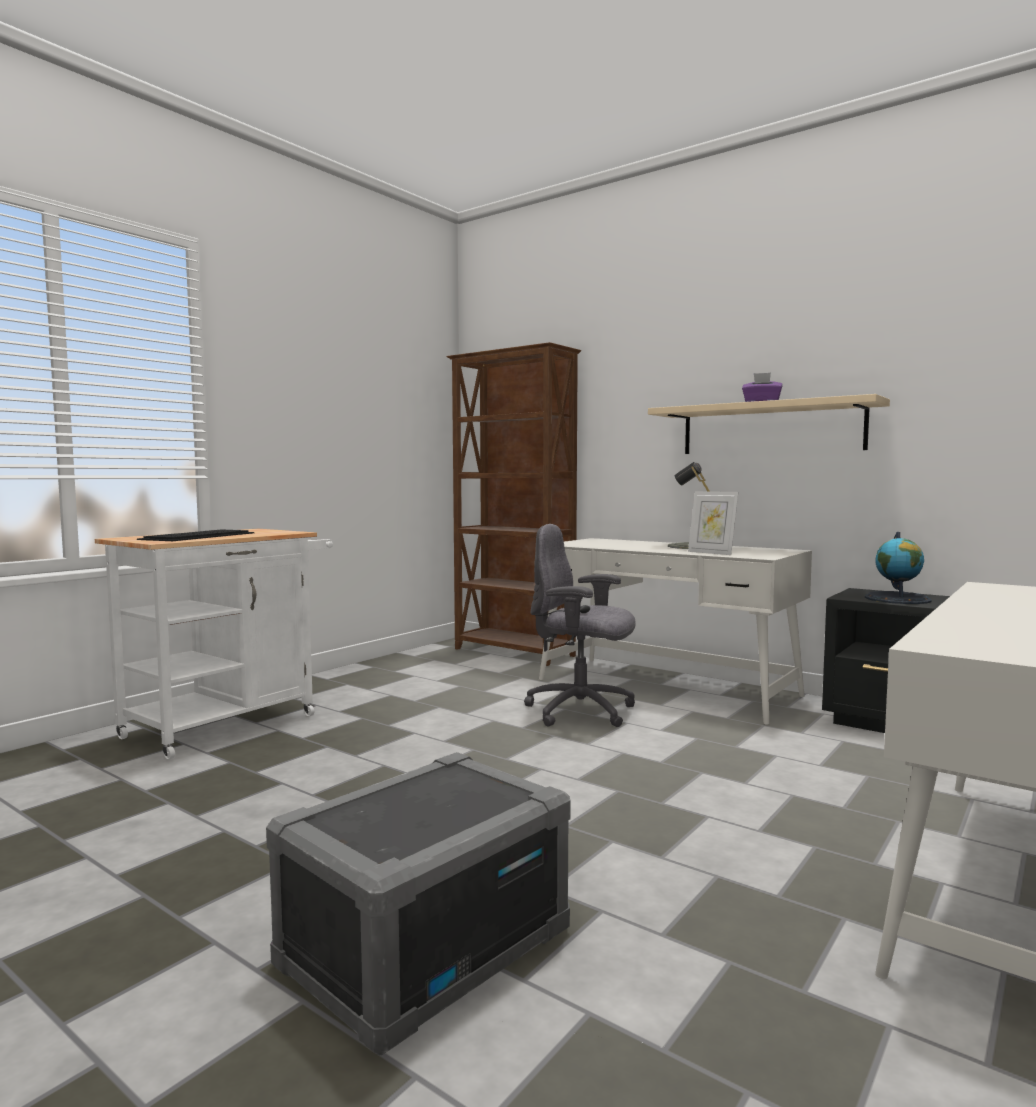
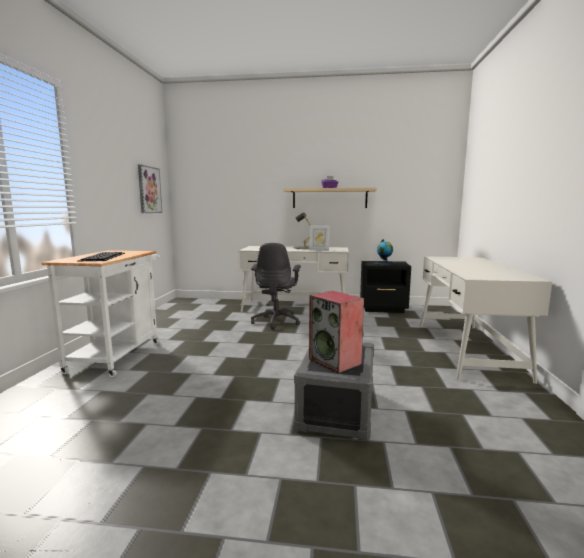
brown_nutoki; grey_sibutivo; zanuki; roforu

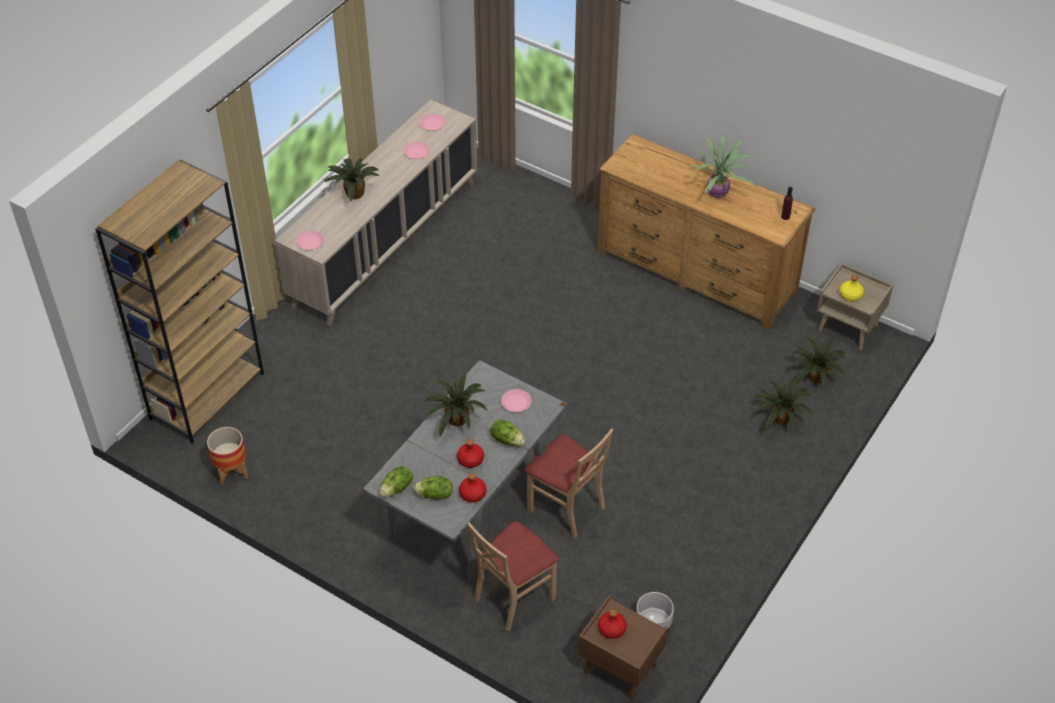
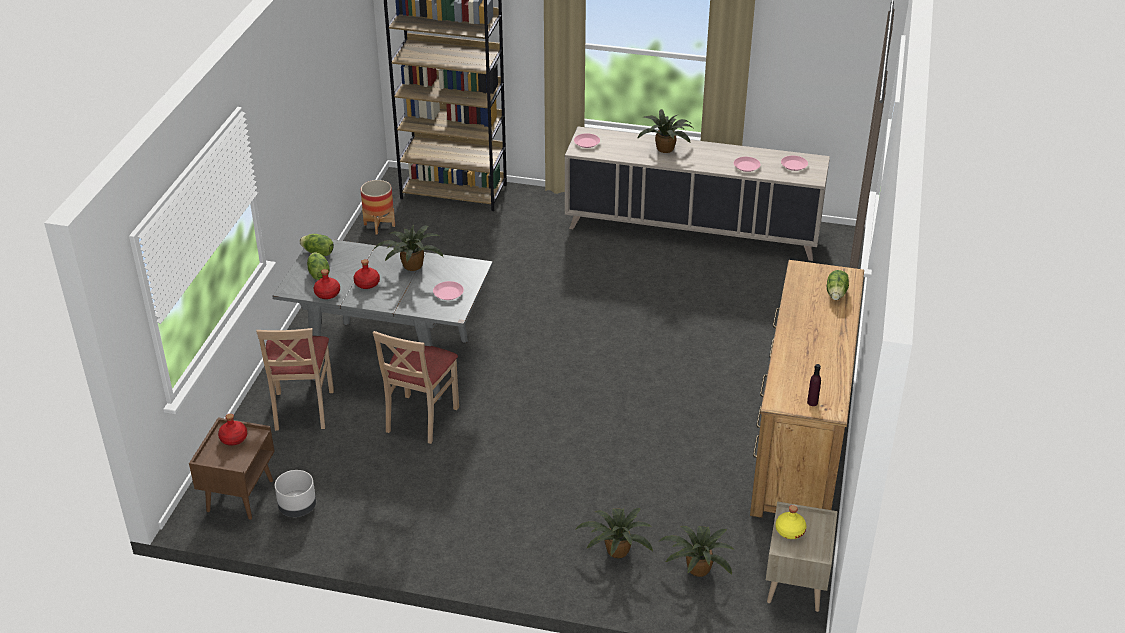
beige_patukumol (no. 1 from left); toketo (no. 3 from left); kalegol (no. 3 from left in the first image)

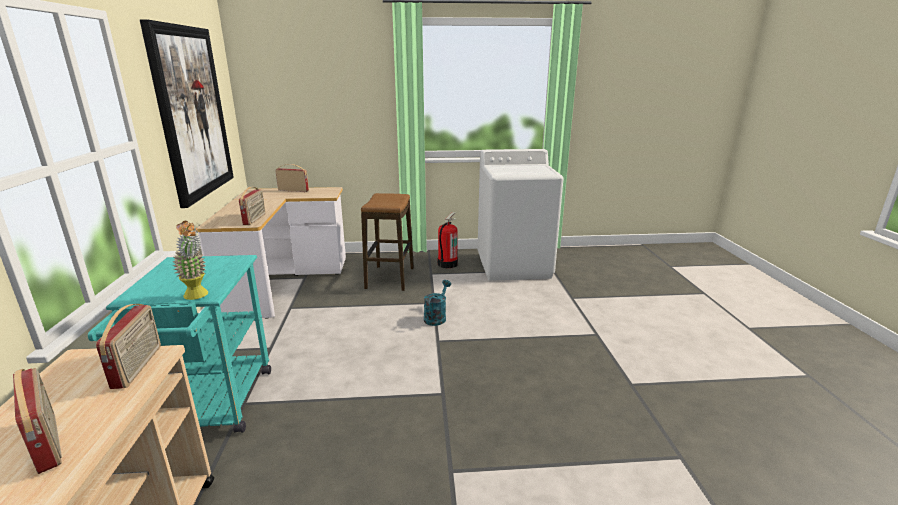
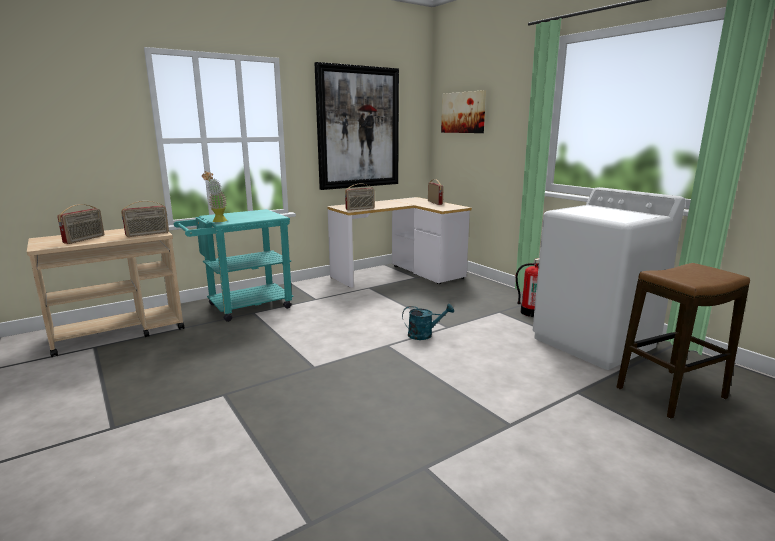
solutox; zanuki (no. 2 from left)

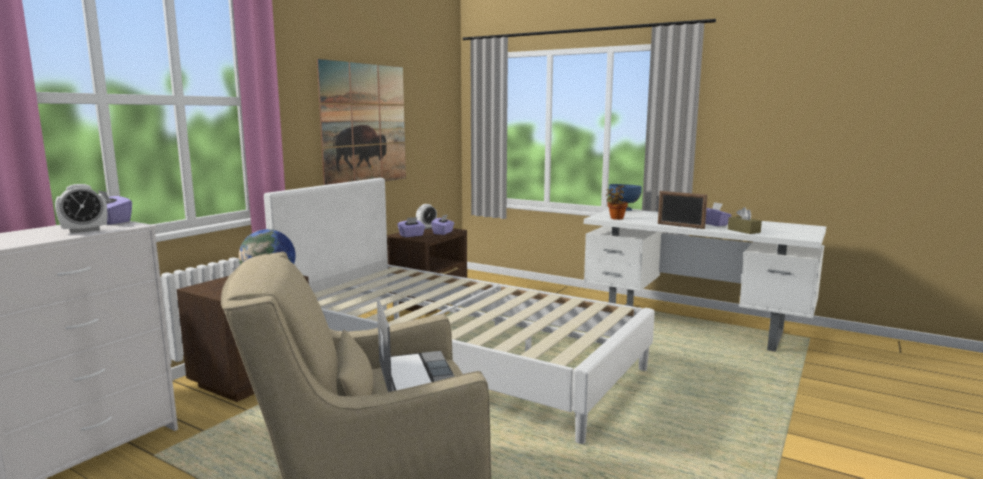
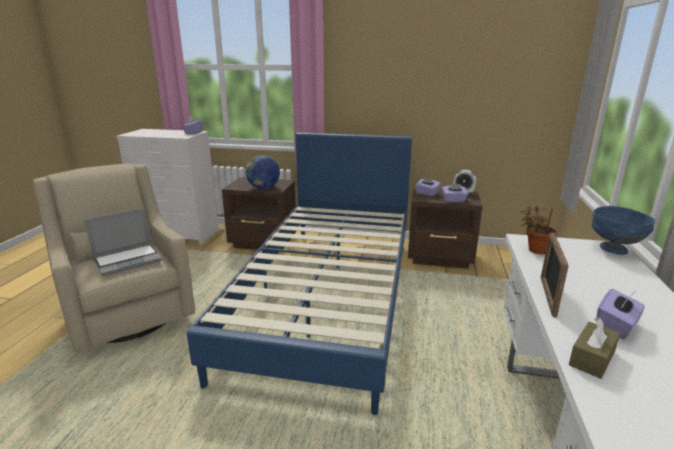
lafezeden (no. 1 from left in the first image); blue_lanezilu; zanuki

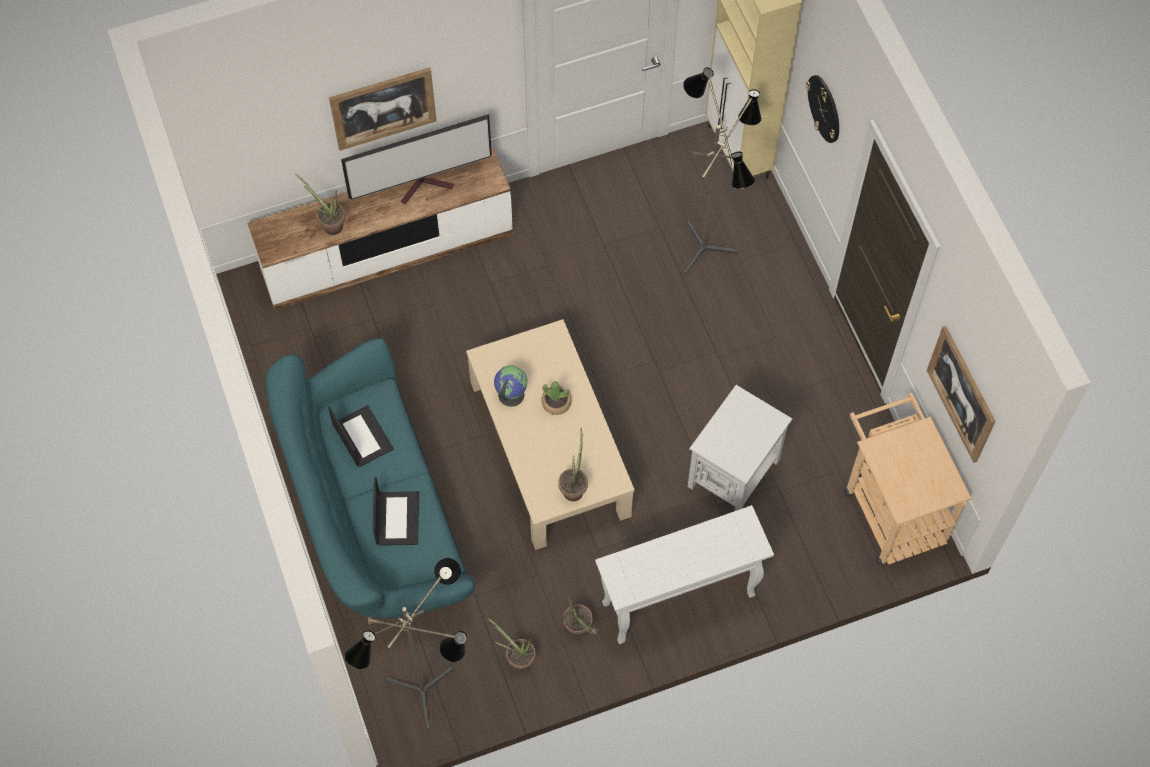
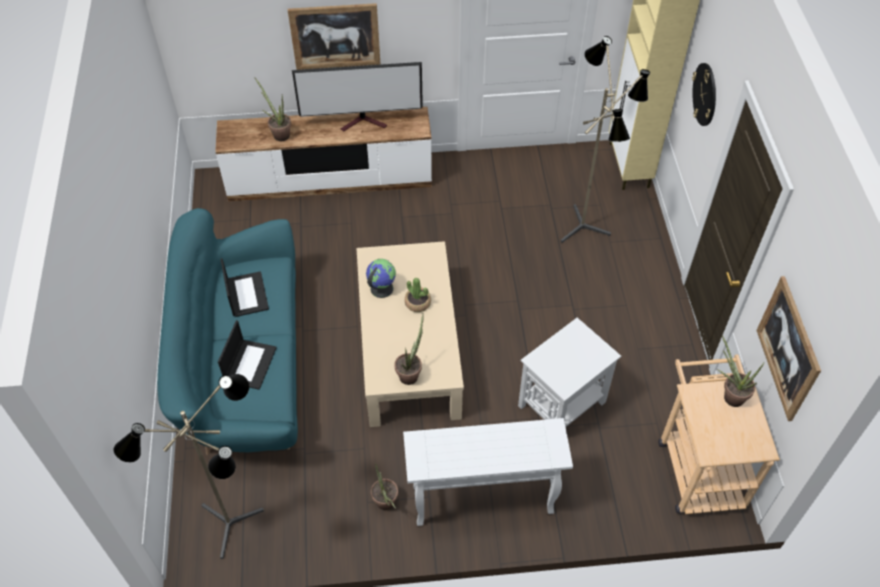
kalegol (no. 5 from left)

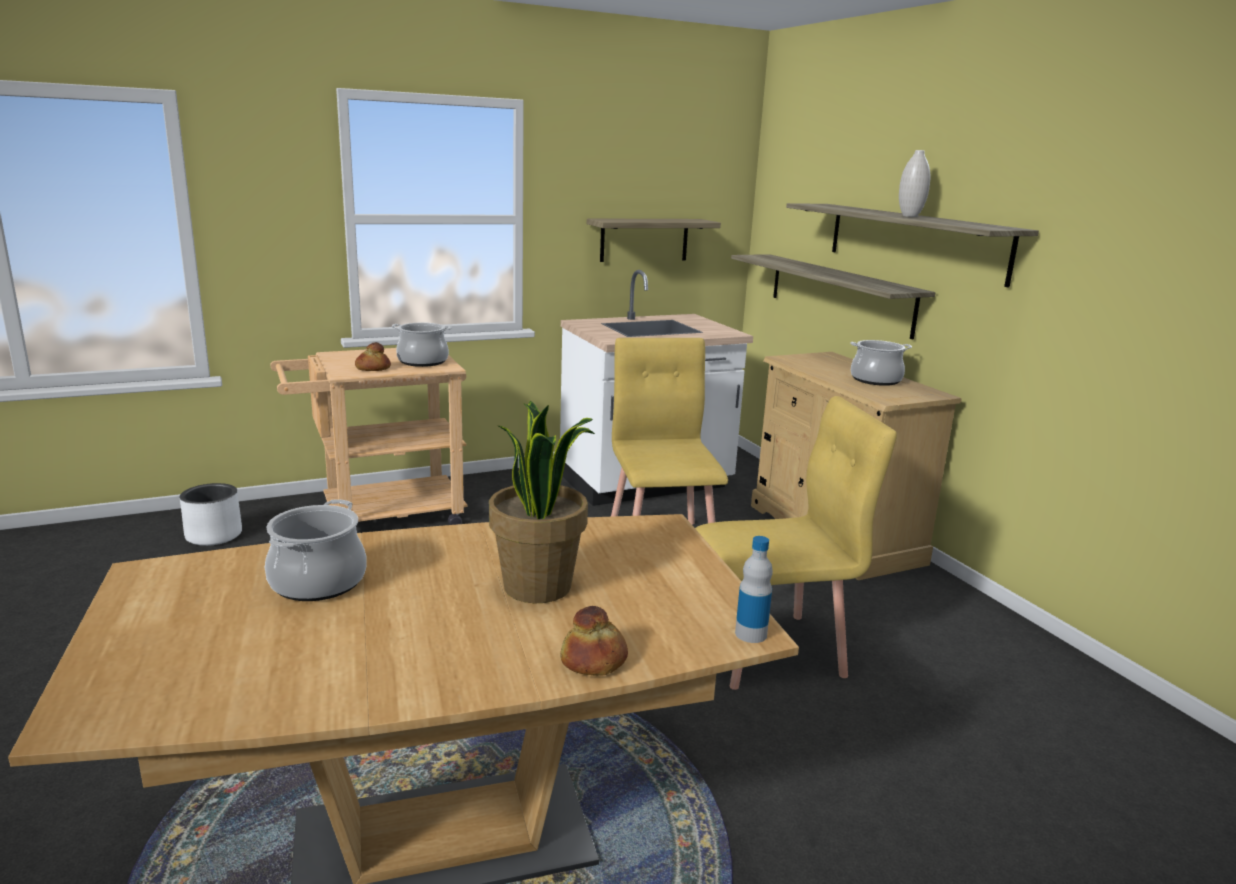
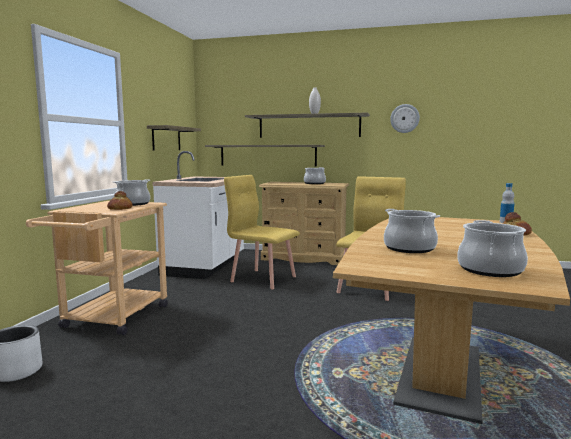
kalegol; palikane; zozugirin (no. 4 from left)

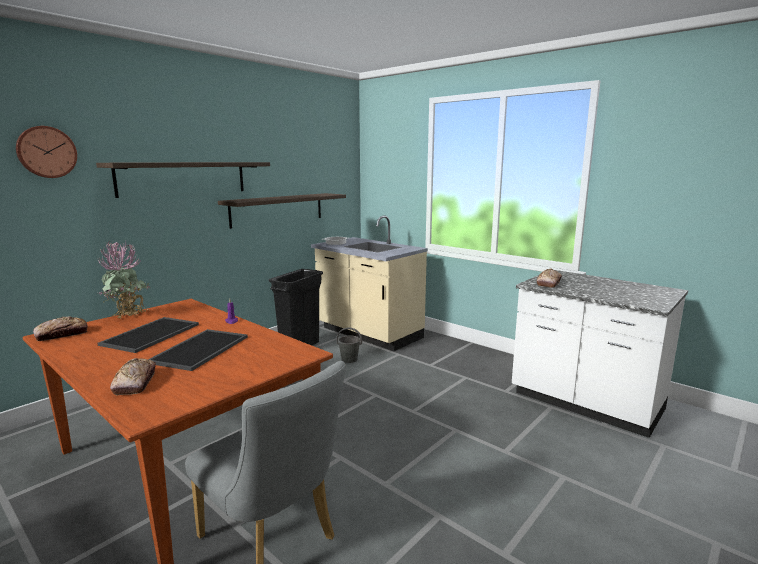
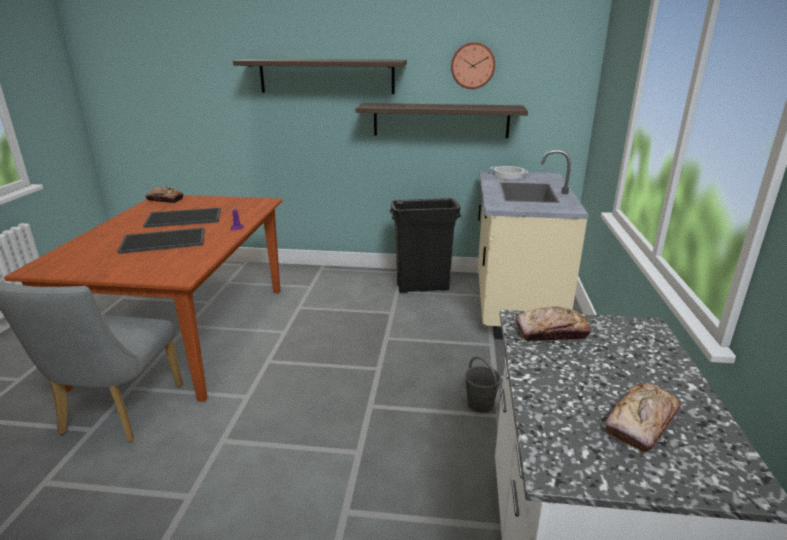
palikane; kalegol; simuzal (no. 3 from left); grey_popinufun

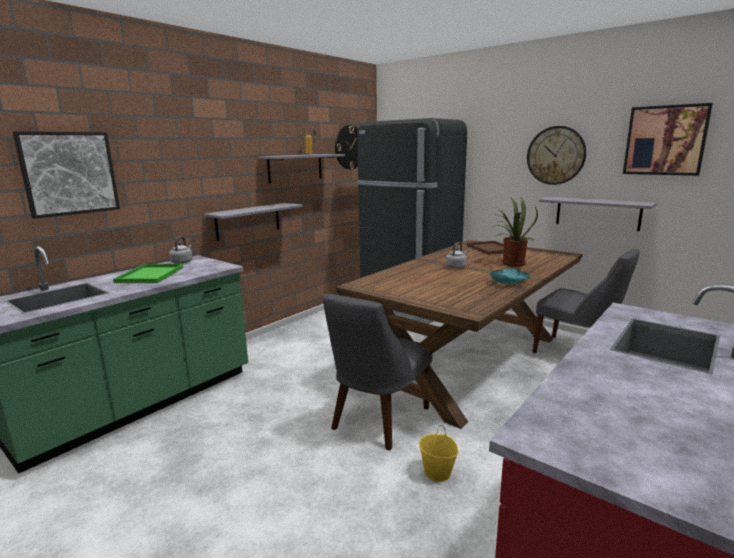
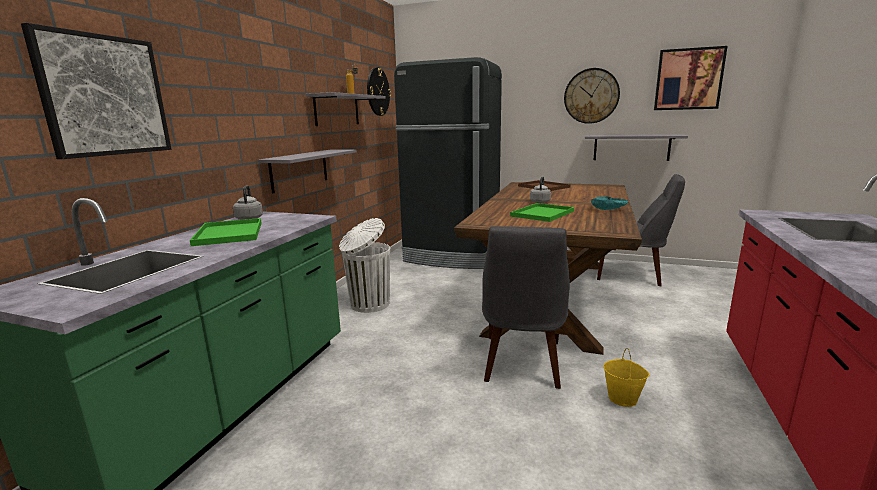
kalegol; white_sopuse; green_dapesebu (no. 2 from left)

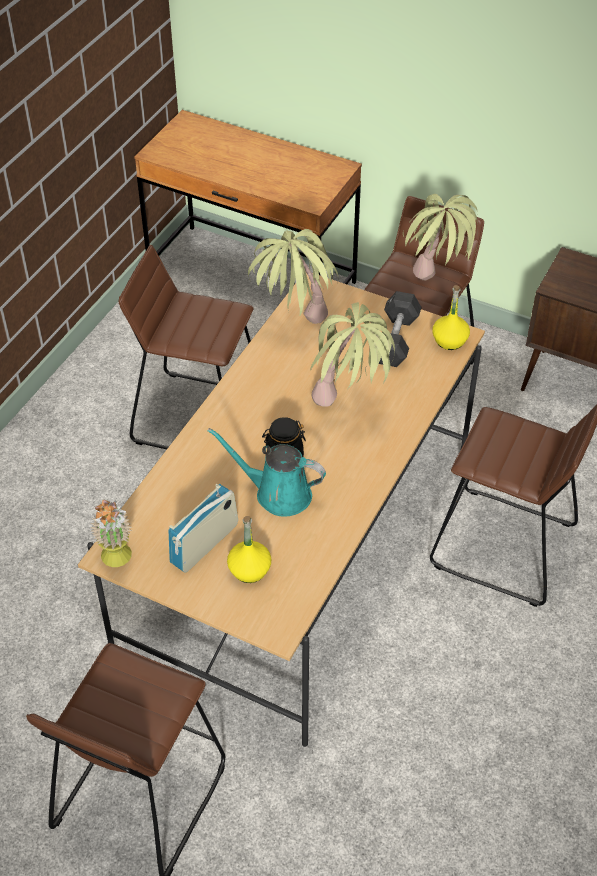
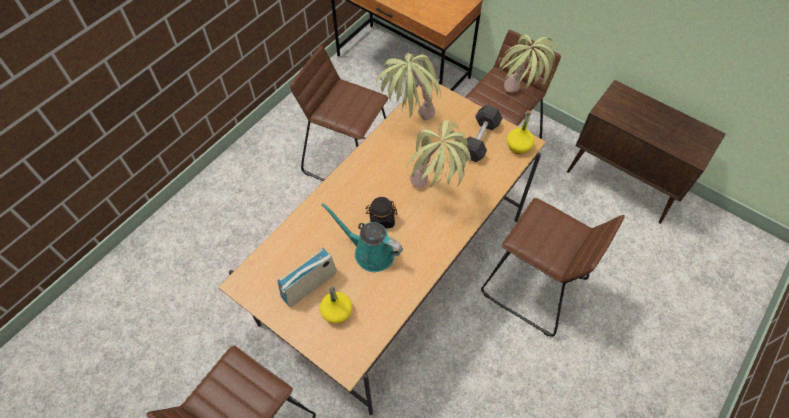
kalegol (no. 1 from left in the first image)

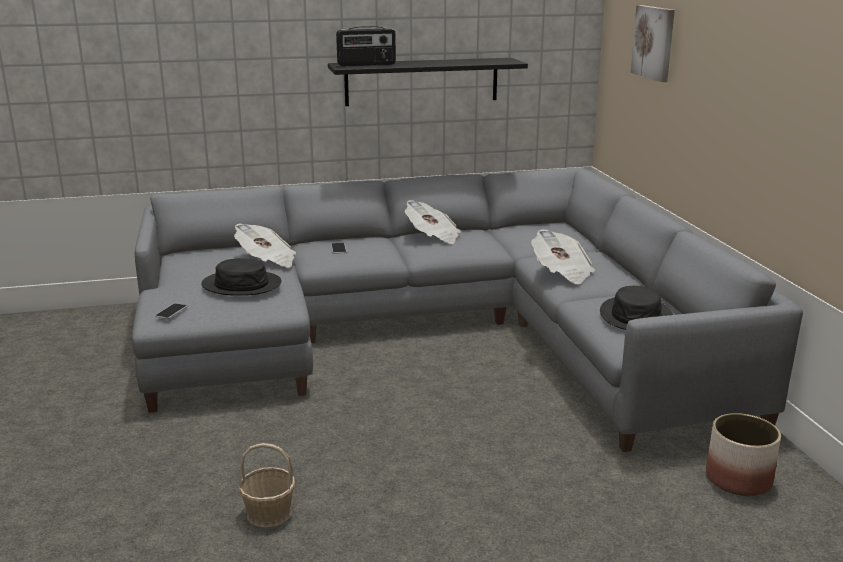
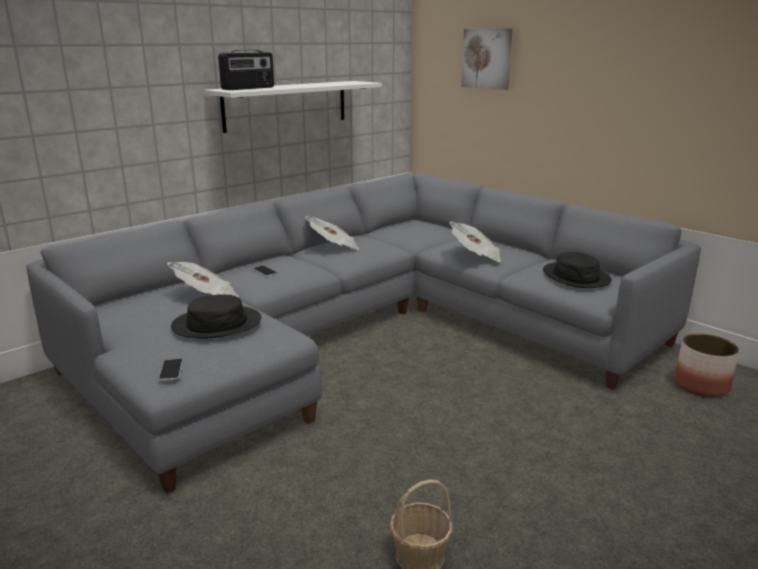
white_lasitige

